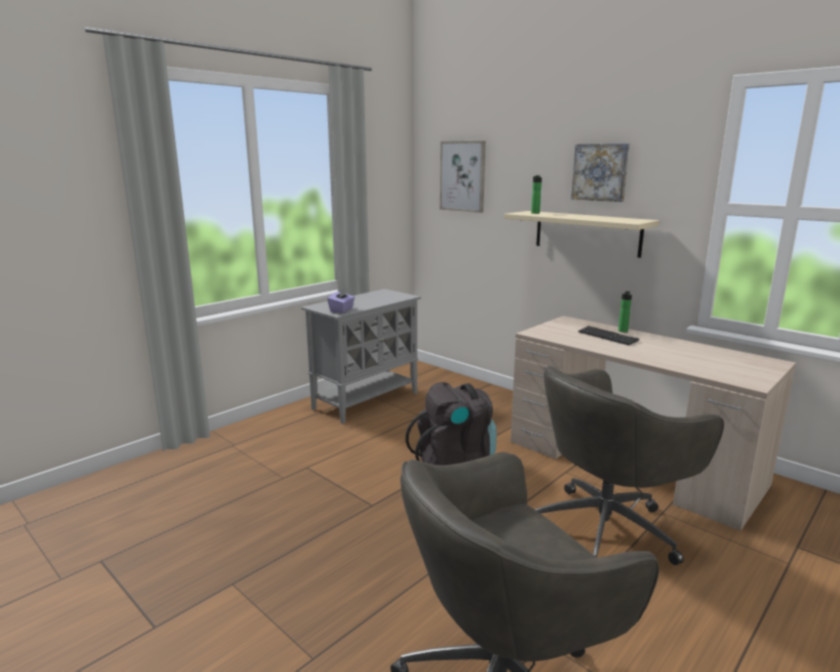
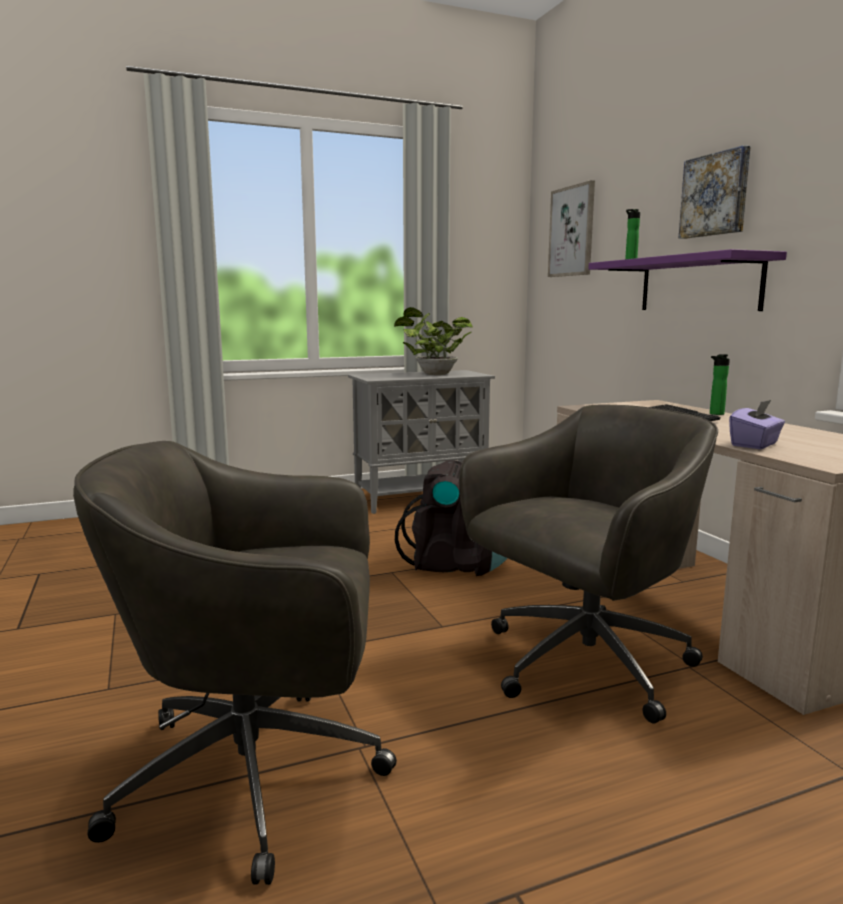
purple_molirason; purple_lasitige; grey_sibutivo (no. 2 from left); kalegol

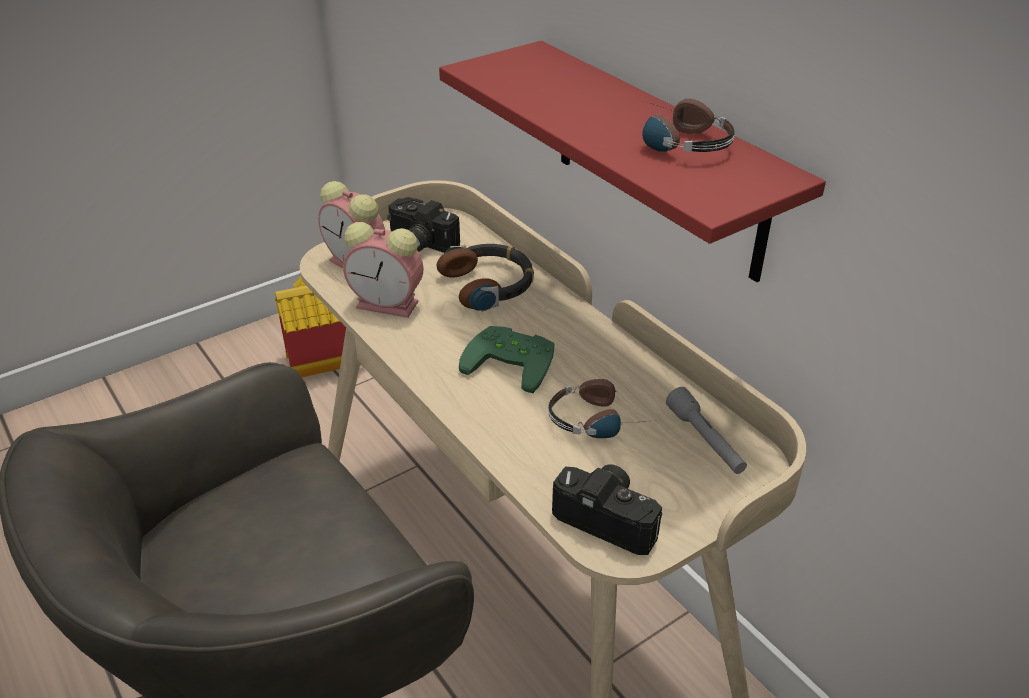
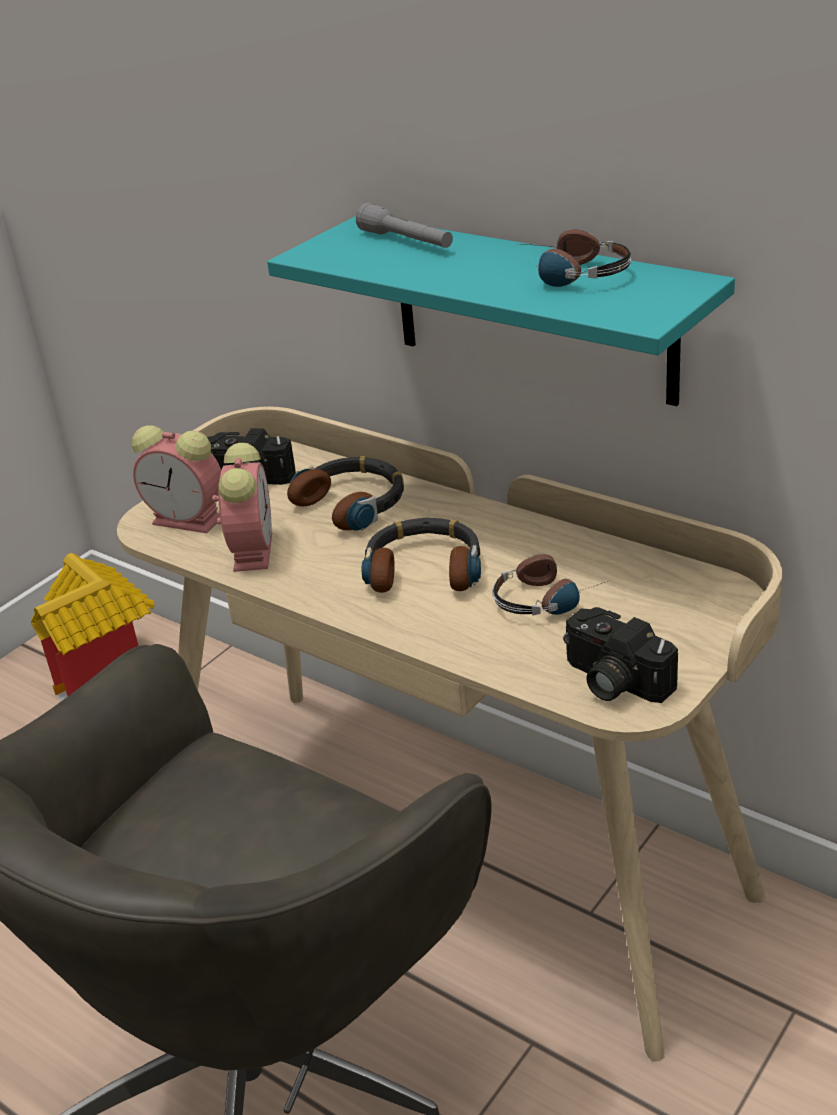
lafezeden (no. 2 from left); turquoise_lasitige; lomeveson (no. 2 from left); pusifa (no. 2 from left); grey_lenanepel

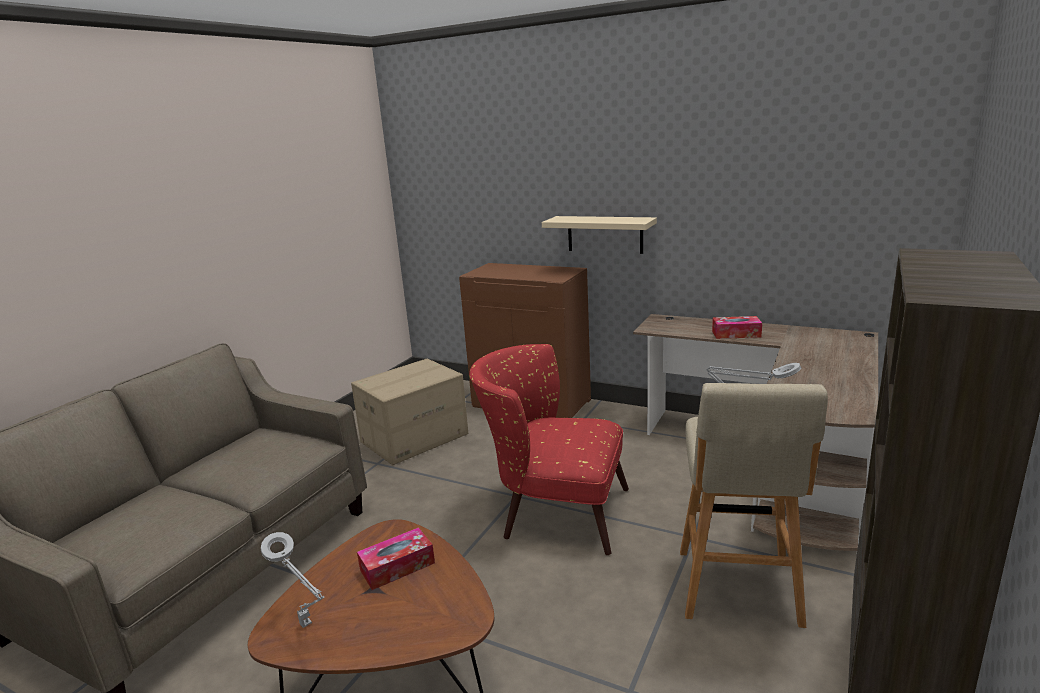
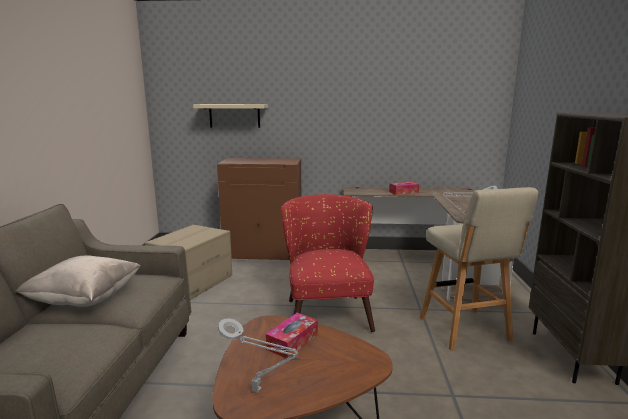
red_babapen; beige_lasitige; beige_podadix

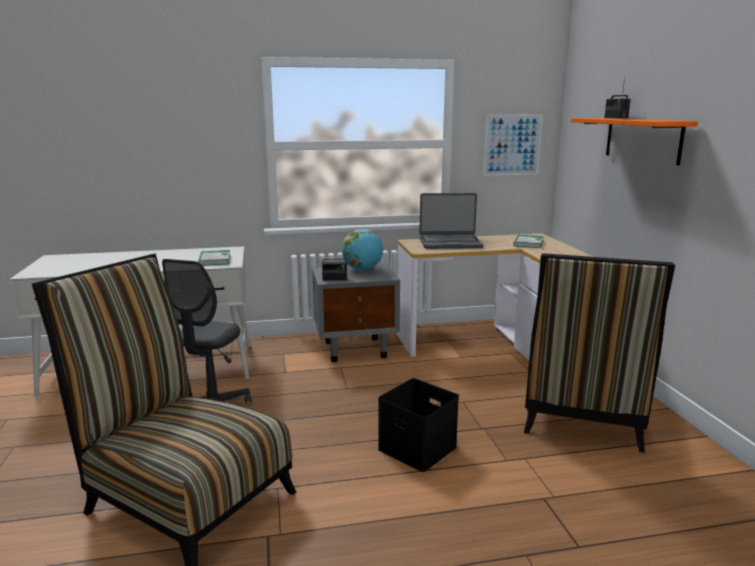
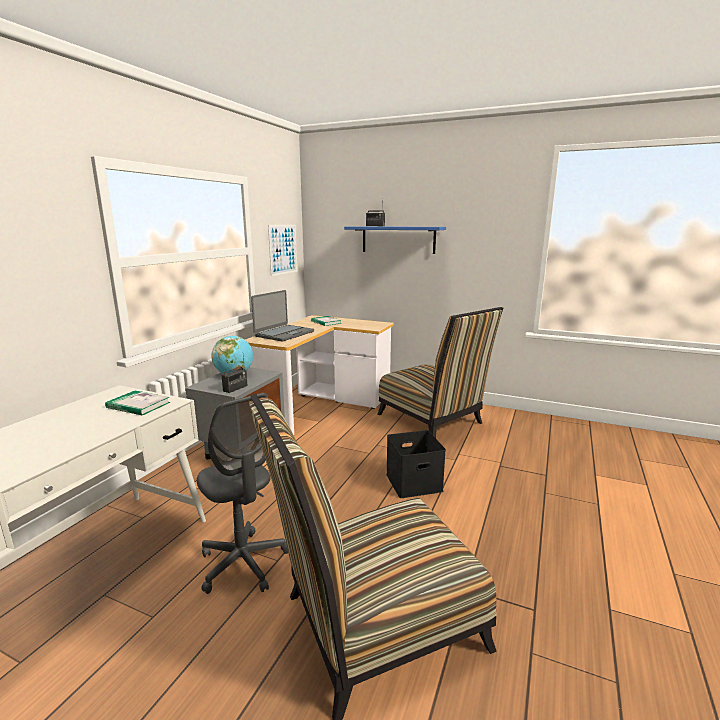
blue_lasitige

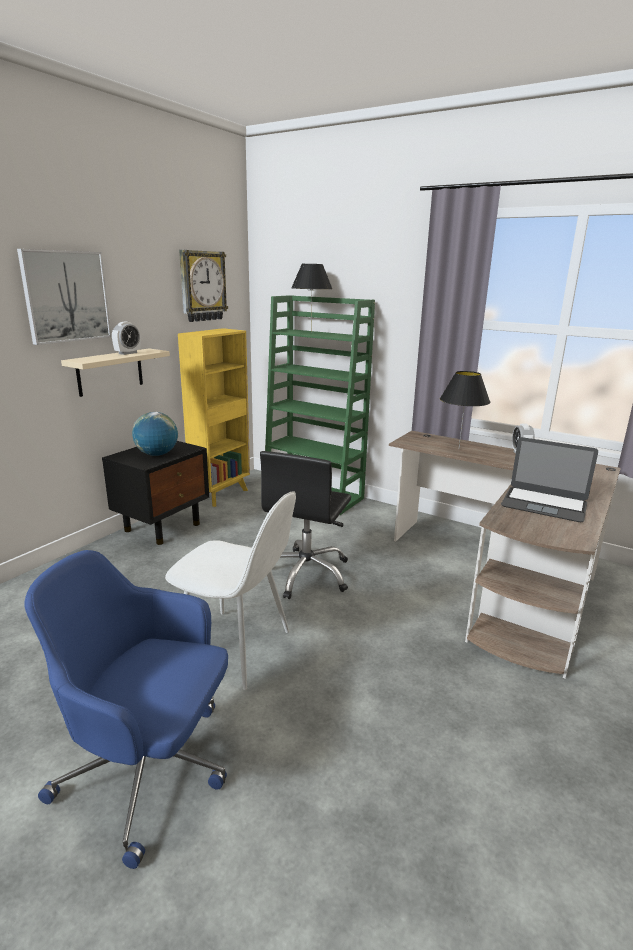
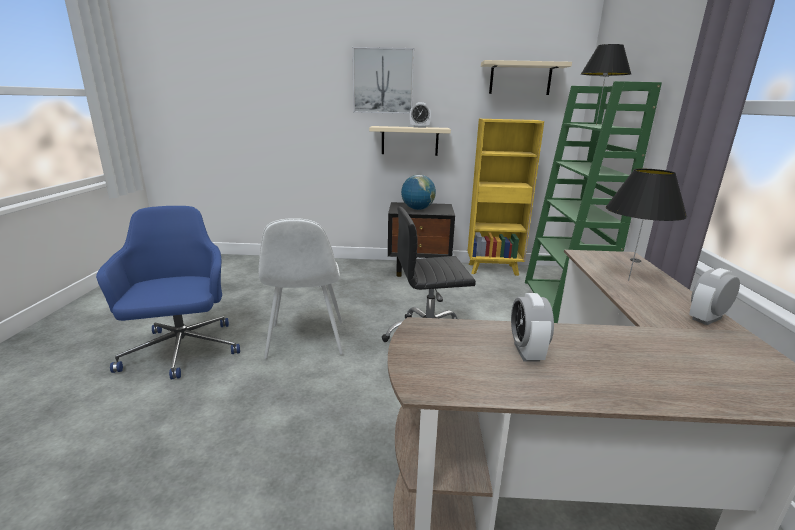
beige_lasitige (no. 2 from left); lafezeden (no. 2 from left)

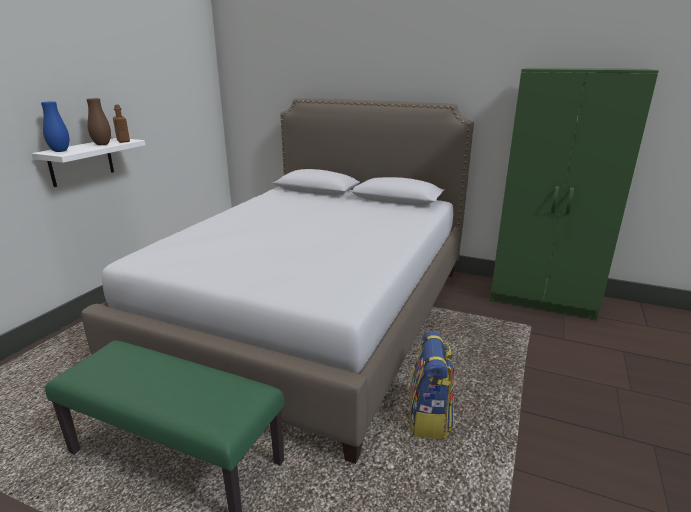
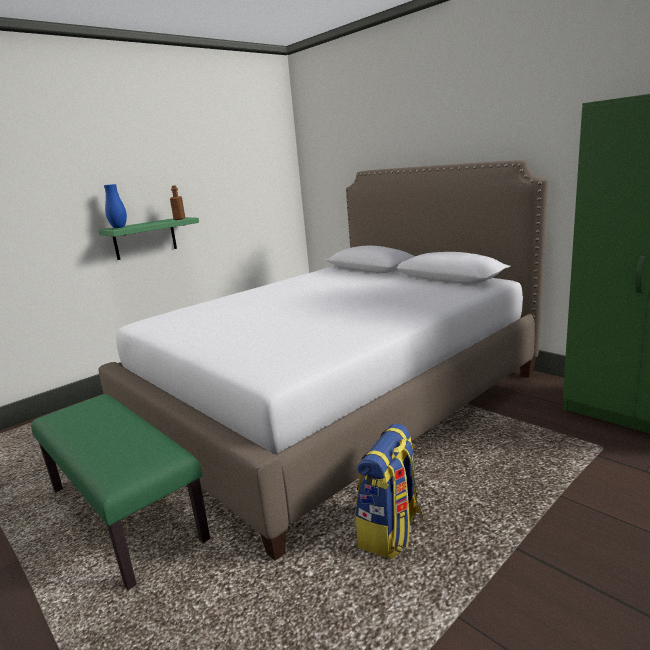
green_lasitige; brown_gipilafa

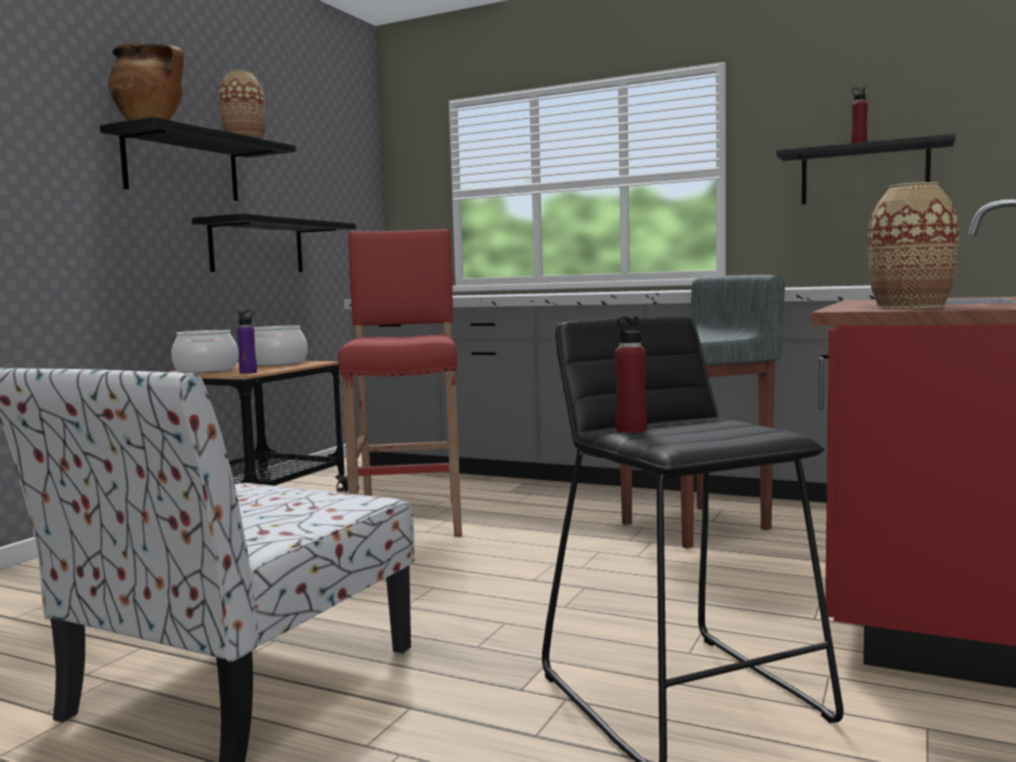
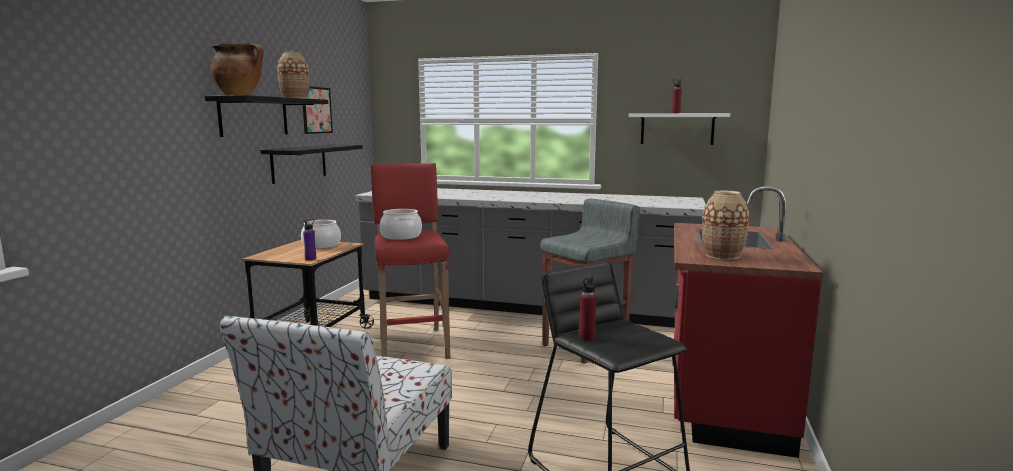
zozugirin (no. 3 from left); white_lasitige; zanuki

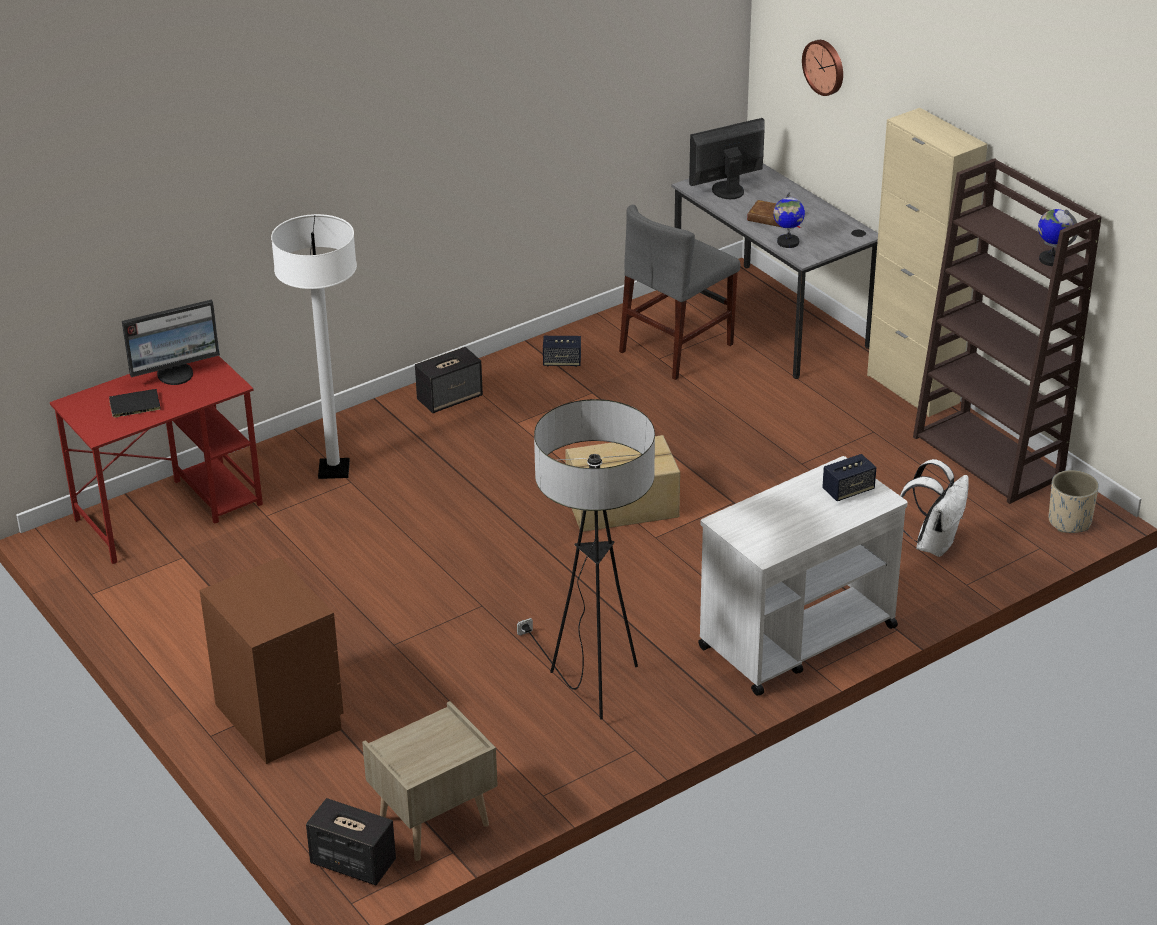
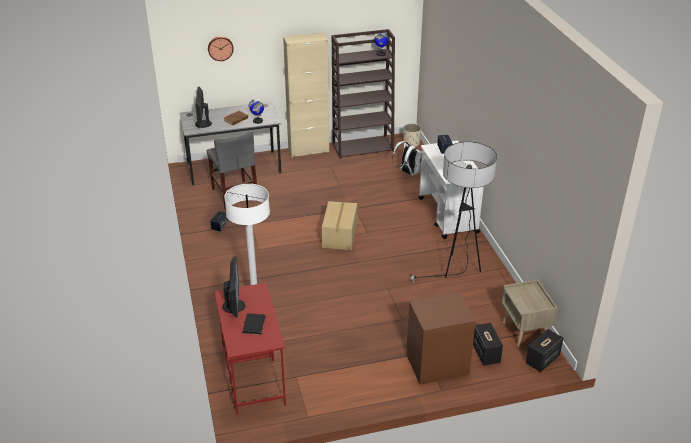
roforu (no. 3 from left)

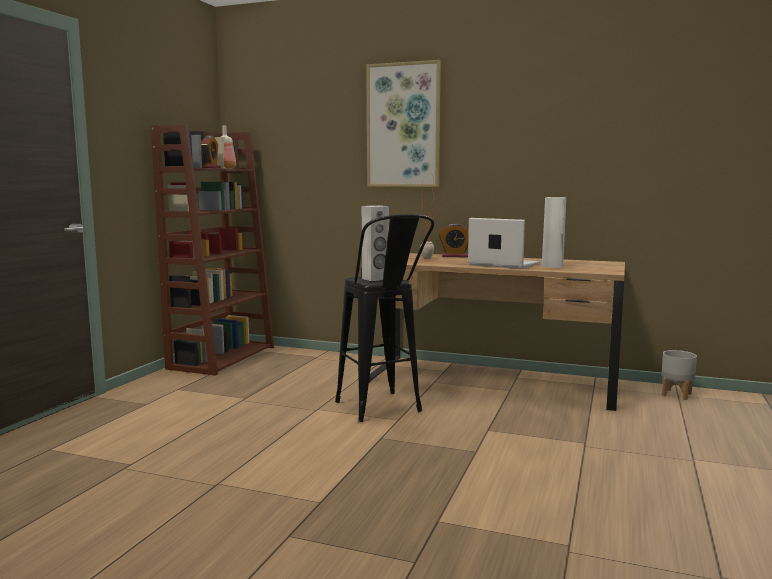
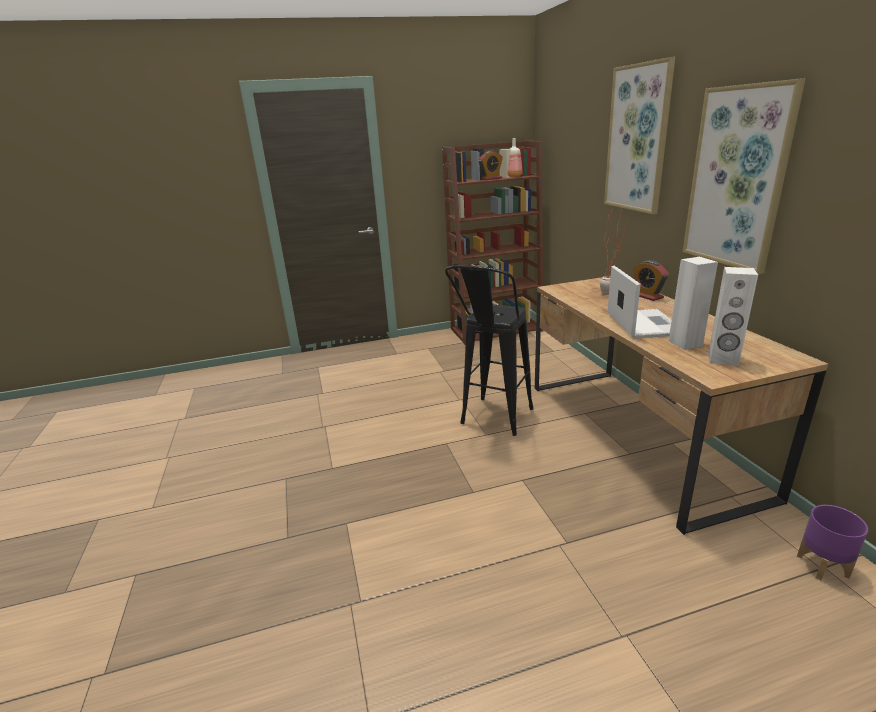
white_roforu (no. 2 from left); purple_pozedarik; zanuki (no. 2 from left)

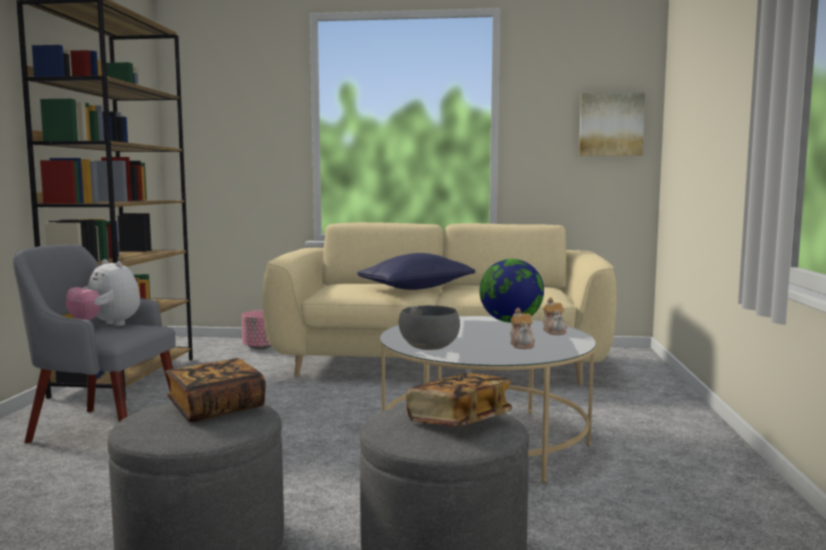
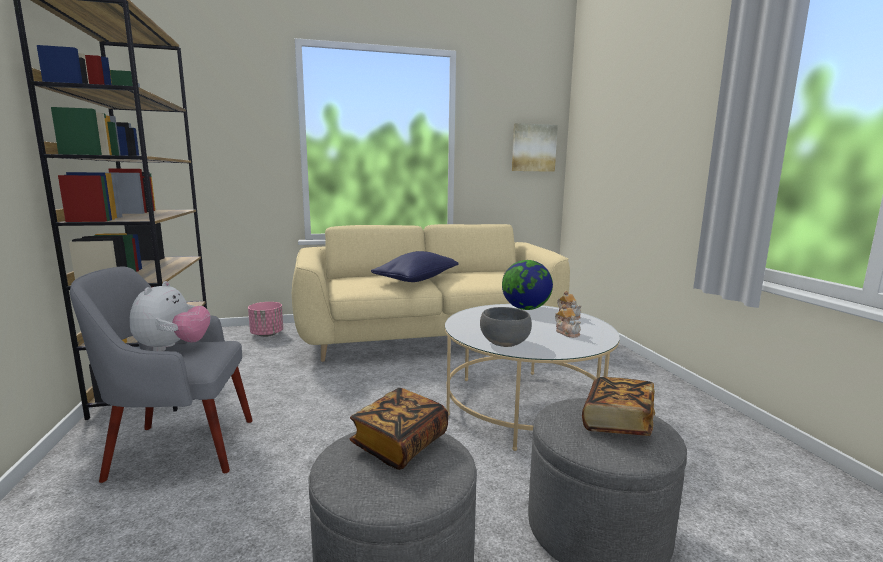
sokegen

